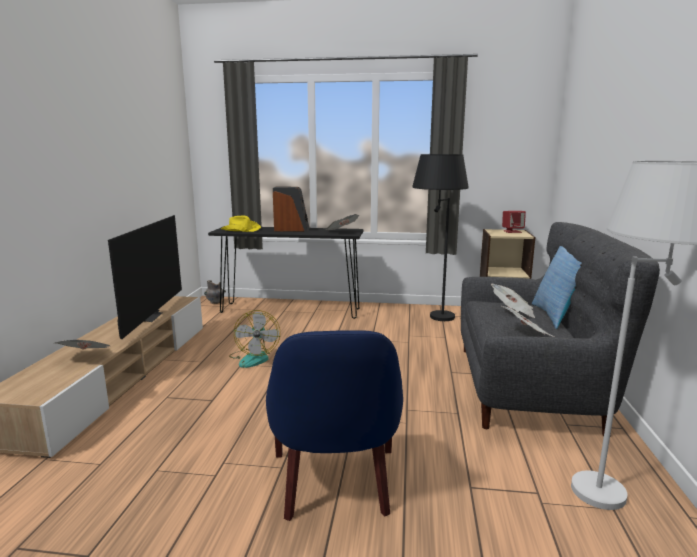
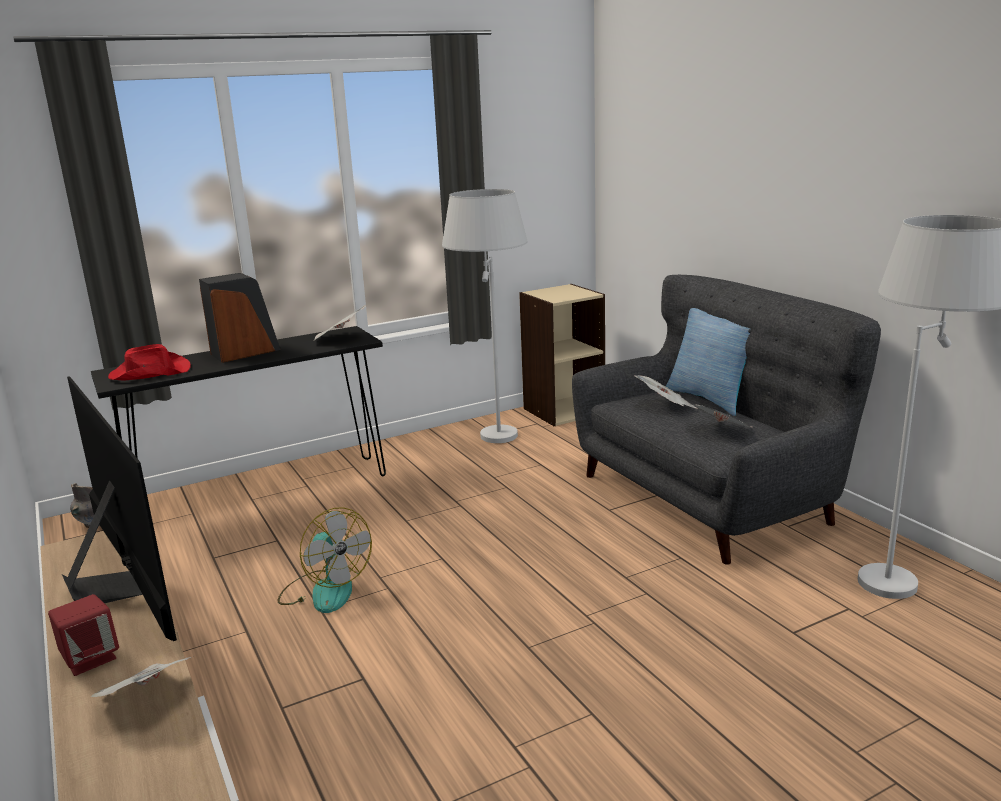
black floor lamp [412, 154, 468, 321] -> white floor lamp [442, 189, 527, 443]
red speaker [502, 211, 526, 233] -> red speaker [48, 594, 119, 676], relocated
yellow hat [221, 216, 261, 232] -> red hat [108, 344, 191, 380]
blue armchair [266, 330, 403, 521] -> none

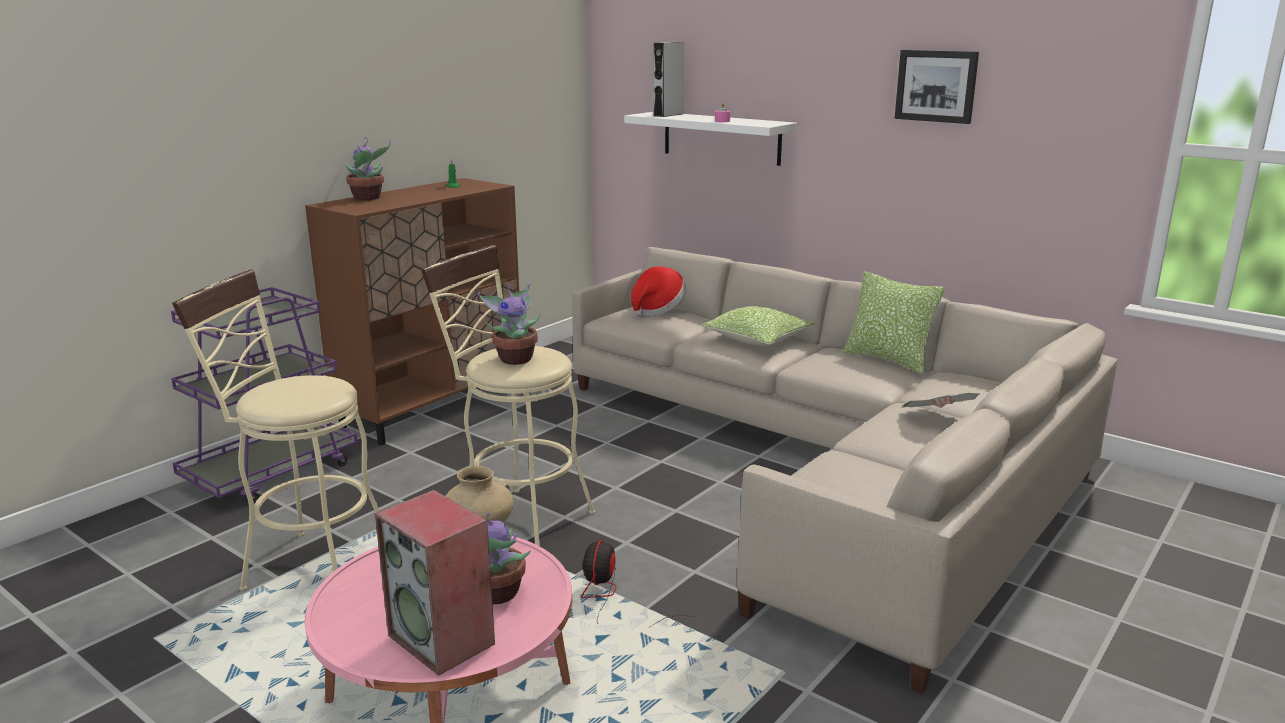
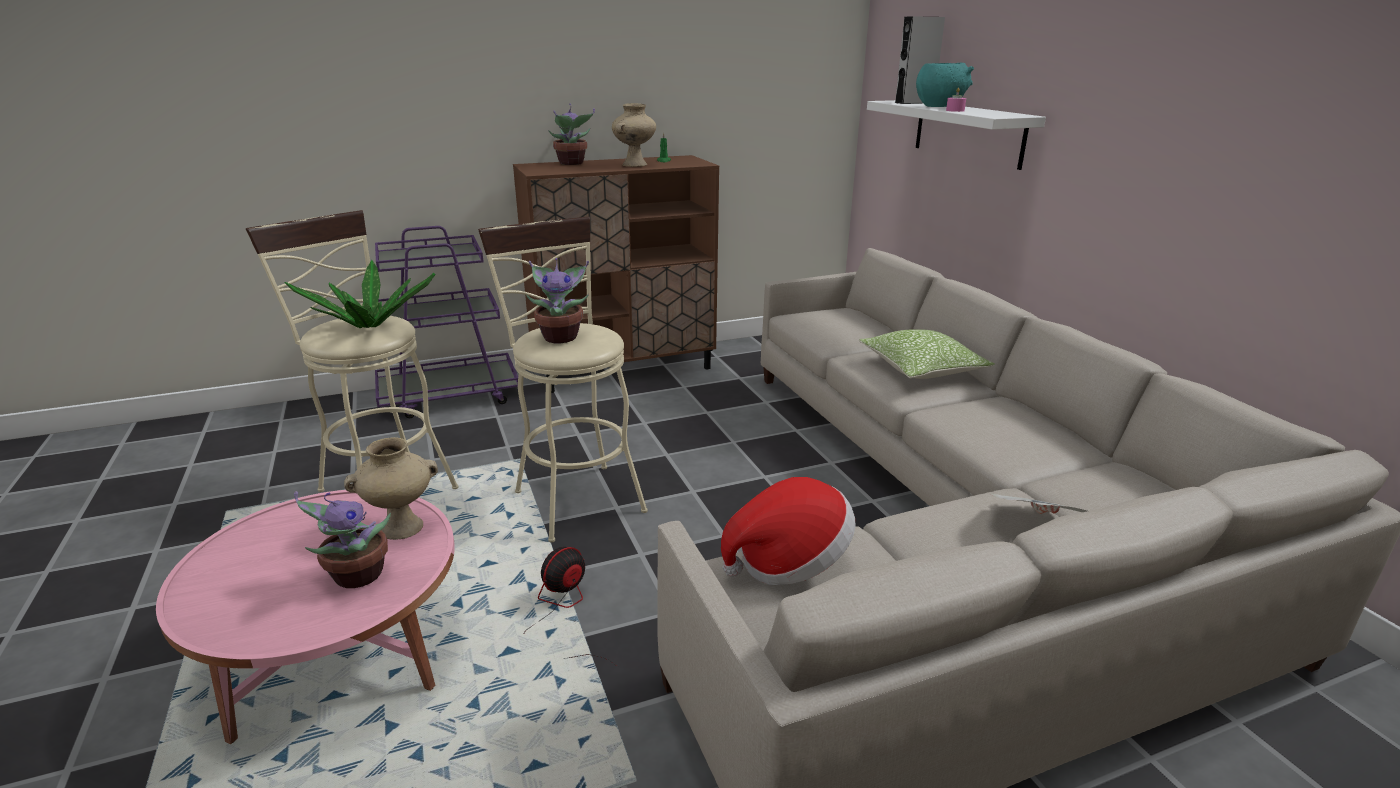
picture [895, 50, 979, 124] -> none
hat [631, 266, 687, 317] -> hat [721, 477, 855, 585], relocated
pillow [843, 271, 945, 374] -> none
speaker [375, 490, 495, 676] -> none
none -> turquoise bowl [916, 62, 974, 107]
none -> beige vase [612, 103, 656, 167]
none -> potted plant [284, 260, 436, 328]

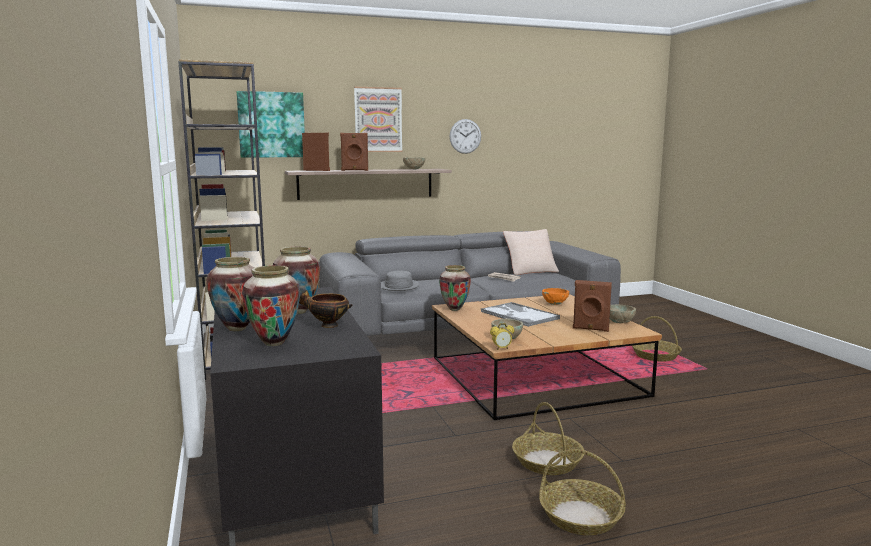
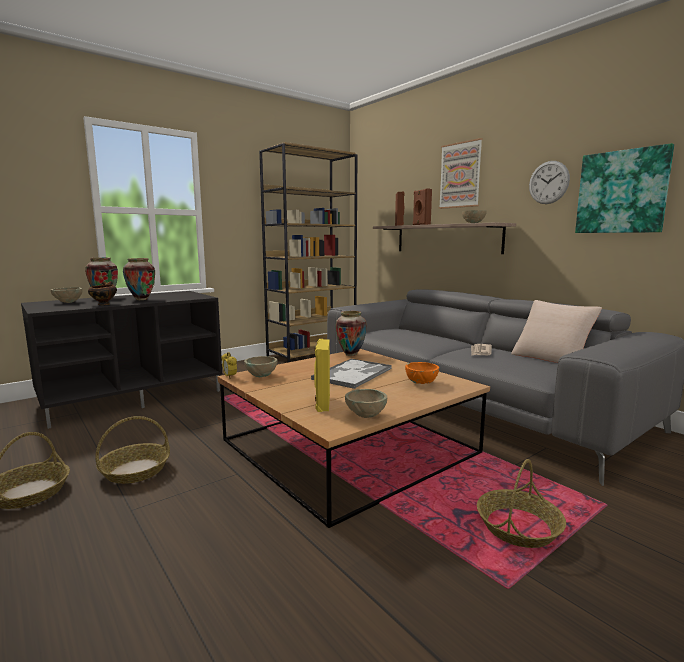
picture [237, 91, 305, 158] -> picture [575, 143, 674, 233], relocated
vase [242, 265, 300, 346] -> beige bowl [51, 287, 83, 303]
grey hat [381, 271, 420, 291] -> none
brown speaker [573, 280, 612, 332] -> yellow speaker [314, 339, 330, 412]

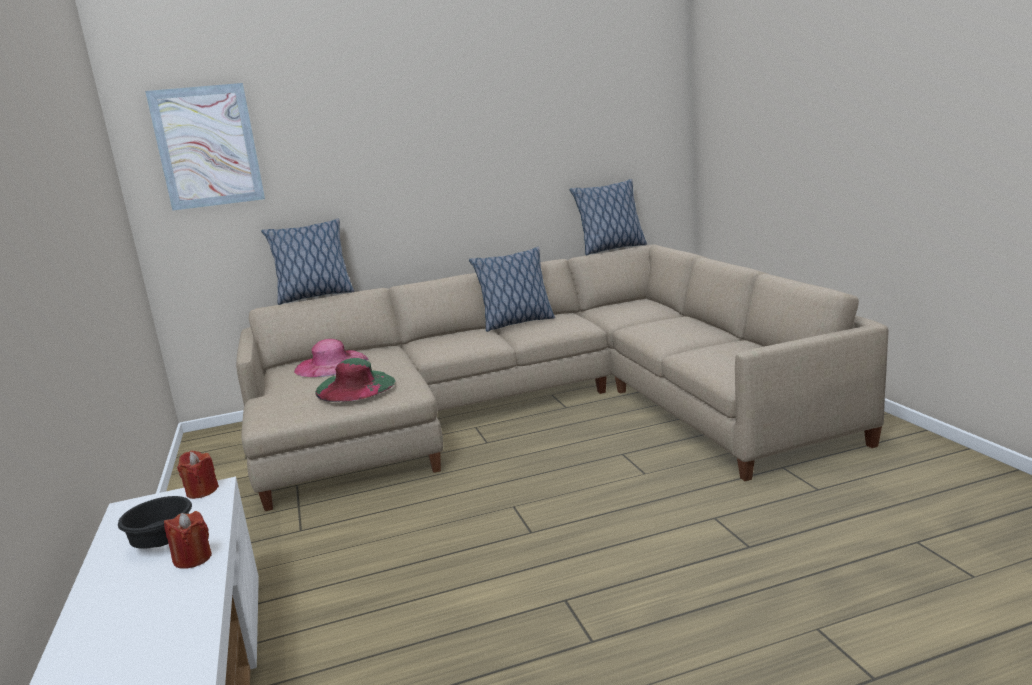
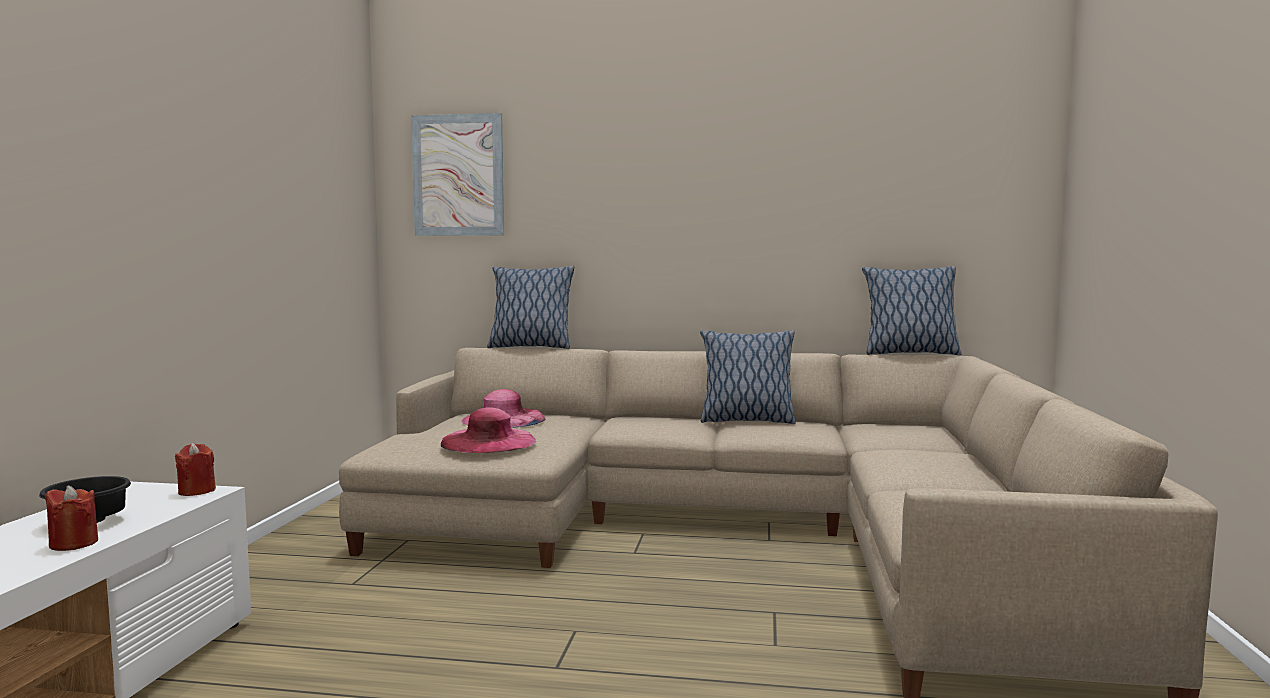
green hat [316, 358, 395, 402] -> pink hat [441, 408, 536, 453]

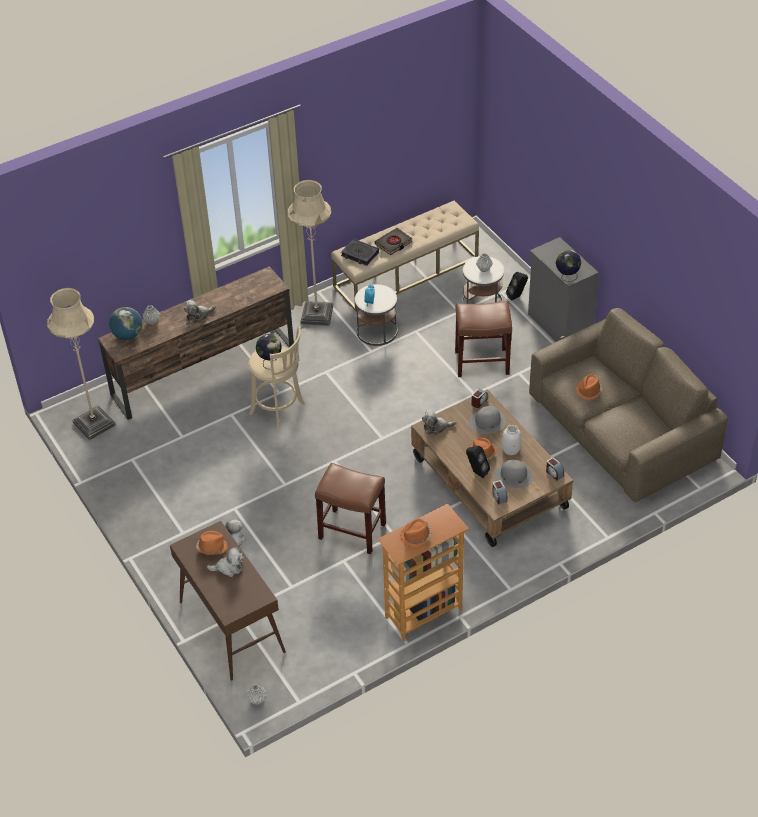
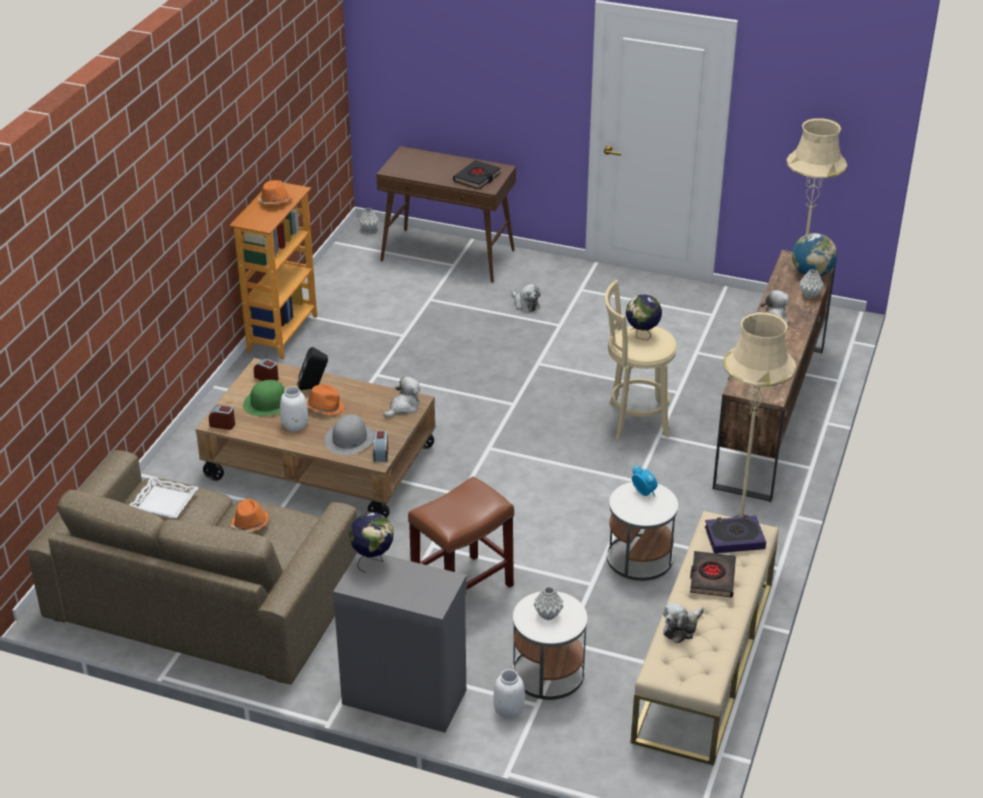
black speaker [506, 272, 528, 301] -> white vase [493, 670, 525, 719]
grey hat [495, 460, 533, 488] -> green hat [243, 380, 285, 416]
brown stool [315, 463, 386, 554] -> none
orange hat [196, 531, 228, 555] -> black book [453, 160, 501, 189]
plush toy [207, 547, 244, 577] -> plush toy [663, 603, 704, 643], relocated
none -> white tray [130, 477, 199, 518]

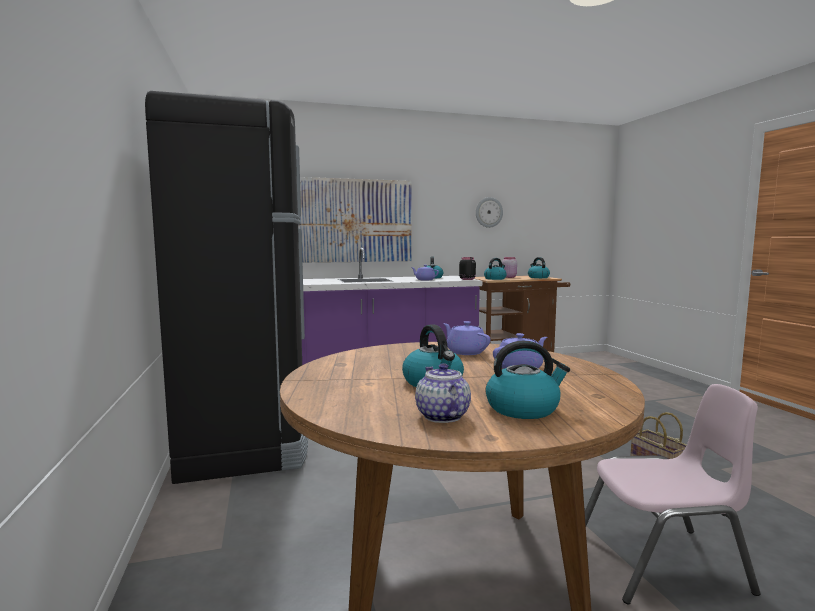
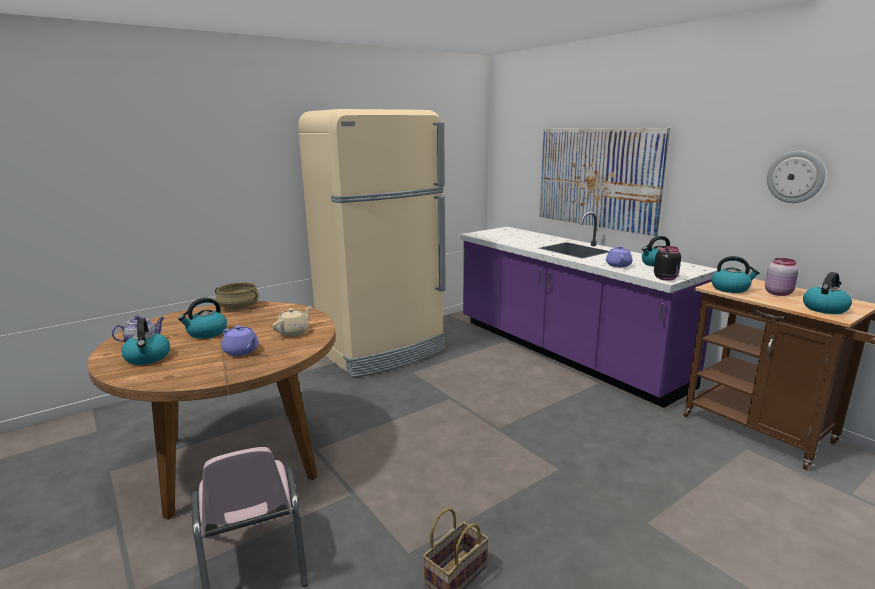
black fridge [145, 91, 308, 484] -> beige fridge [298, 109, 446, 378]
purple teapot [443, 321, 490, 355] -> beige teapot [272, 306, 312, 336]
none -> beige cooking pot [215, 282, 259, 309]

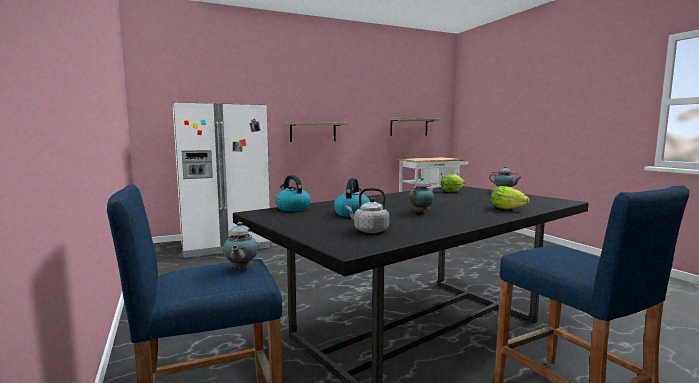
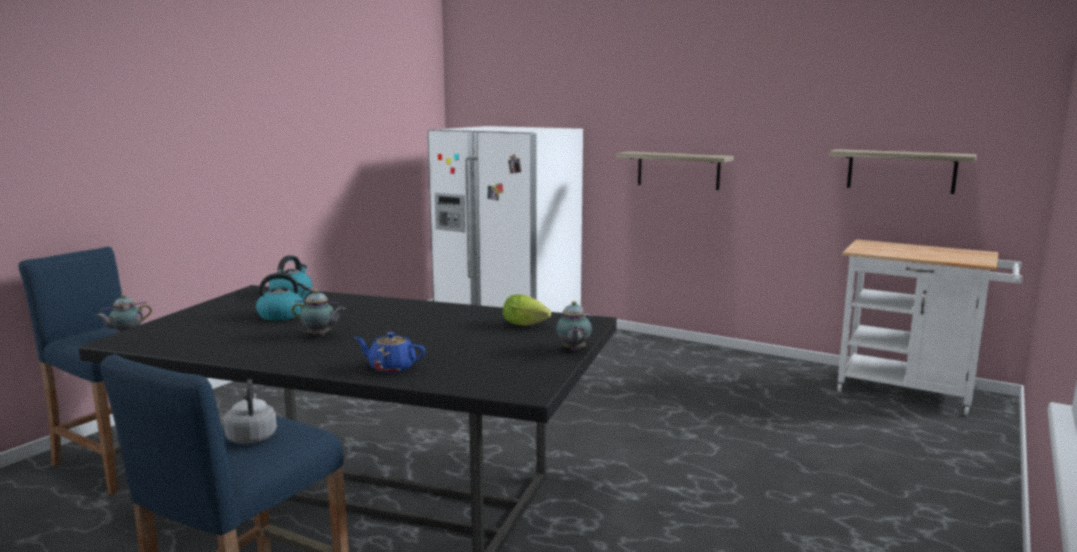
lettuce [491, 186, 530, 209] -> blue teapot [354, 332, 425, 373]
grey kettle [346, 188, 389, 233] -> grey kettle [224, 379, 277, 444], relocated

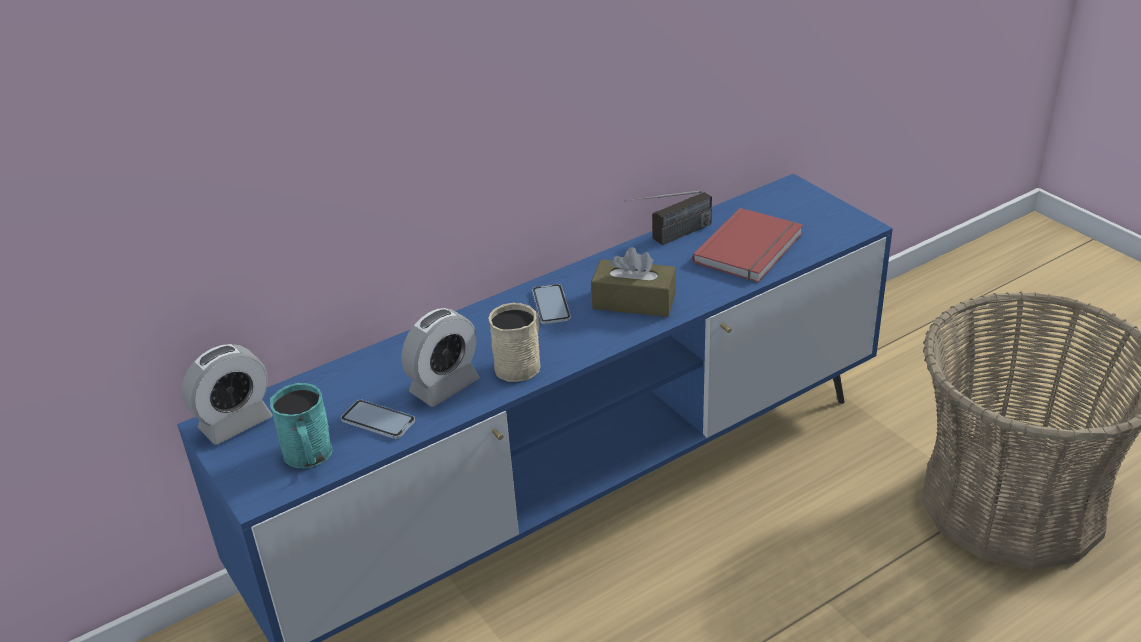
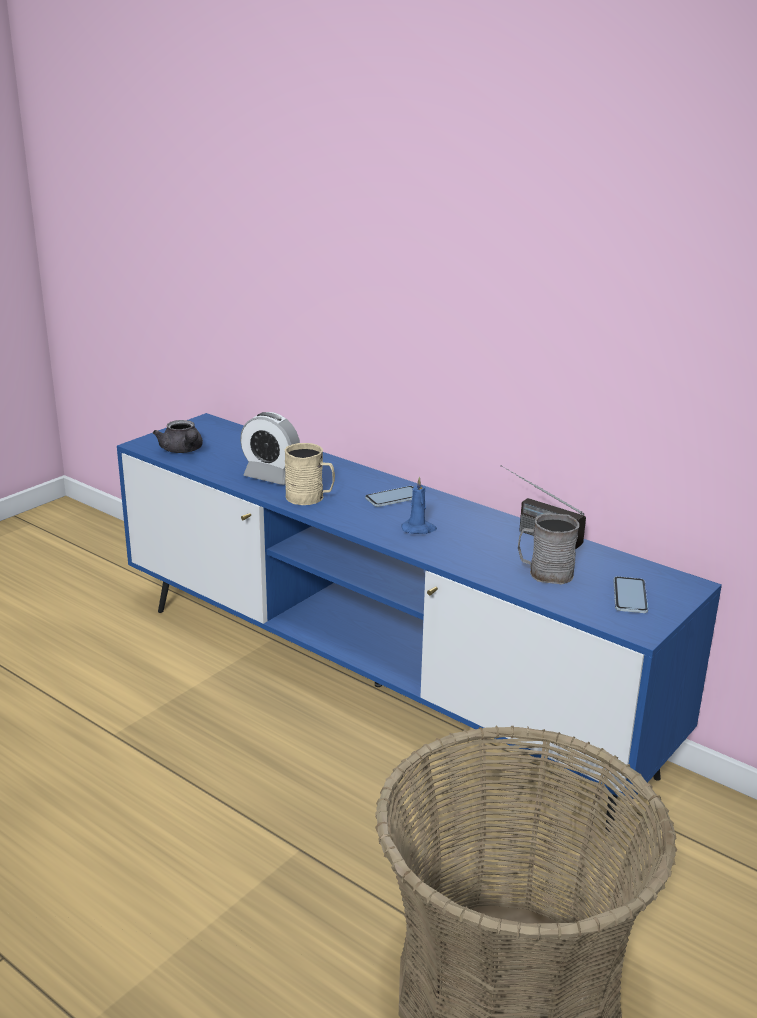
red book [692, 208, 803, 282] -> grey mug [518, 513, 580, 584]
brown tissue box [591, 247, 676, 317] -> blue candle [401, 476, 437, 534]
alarm clock [181, 344, 273, 445] -> none
turquoise mug [270, 383, 332, 468] -> grey teapot [153, 420, 203, 453]
phone [341, 400, 415, 439] -> phone [613, 576, 648, 613], relocated

